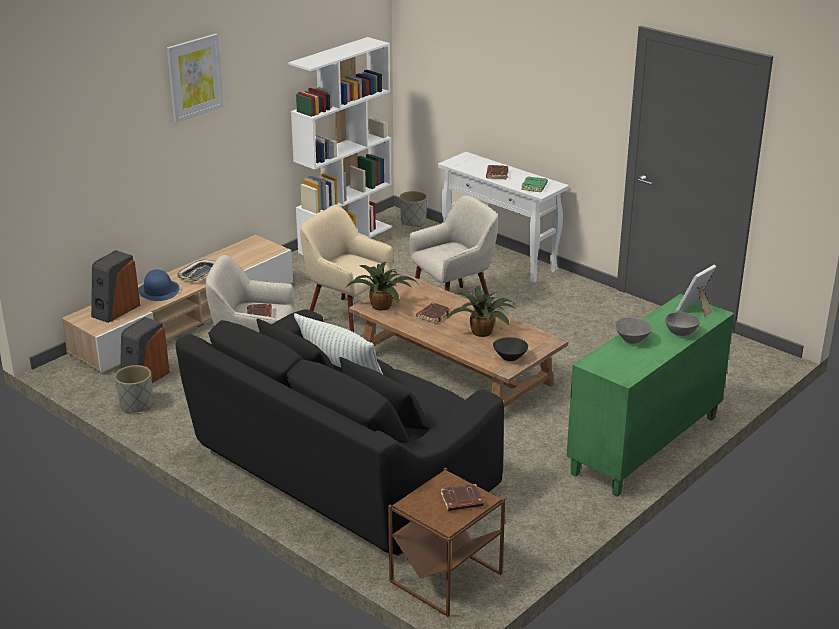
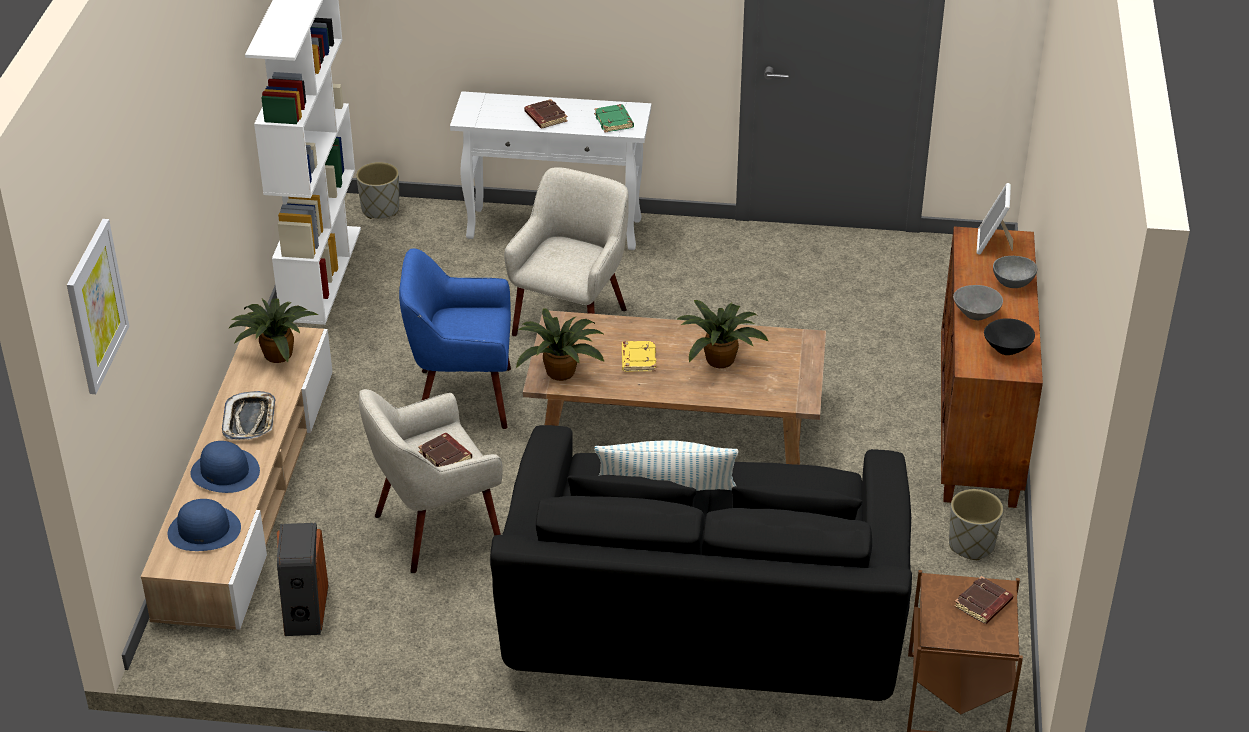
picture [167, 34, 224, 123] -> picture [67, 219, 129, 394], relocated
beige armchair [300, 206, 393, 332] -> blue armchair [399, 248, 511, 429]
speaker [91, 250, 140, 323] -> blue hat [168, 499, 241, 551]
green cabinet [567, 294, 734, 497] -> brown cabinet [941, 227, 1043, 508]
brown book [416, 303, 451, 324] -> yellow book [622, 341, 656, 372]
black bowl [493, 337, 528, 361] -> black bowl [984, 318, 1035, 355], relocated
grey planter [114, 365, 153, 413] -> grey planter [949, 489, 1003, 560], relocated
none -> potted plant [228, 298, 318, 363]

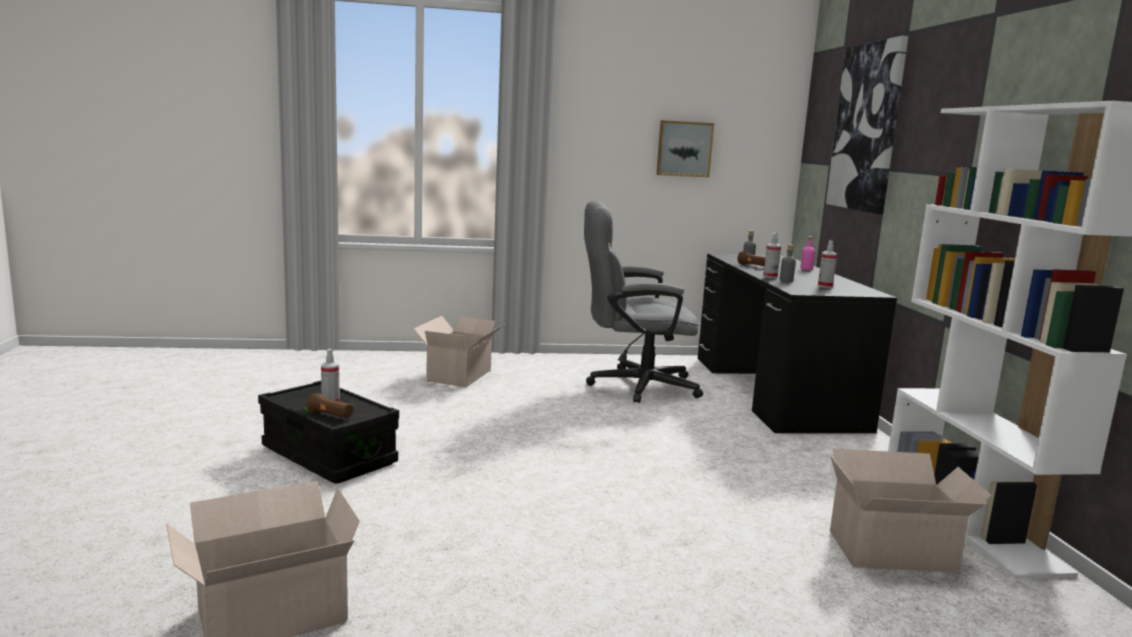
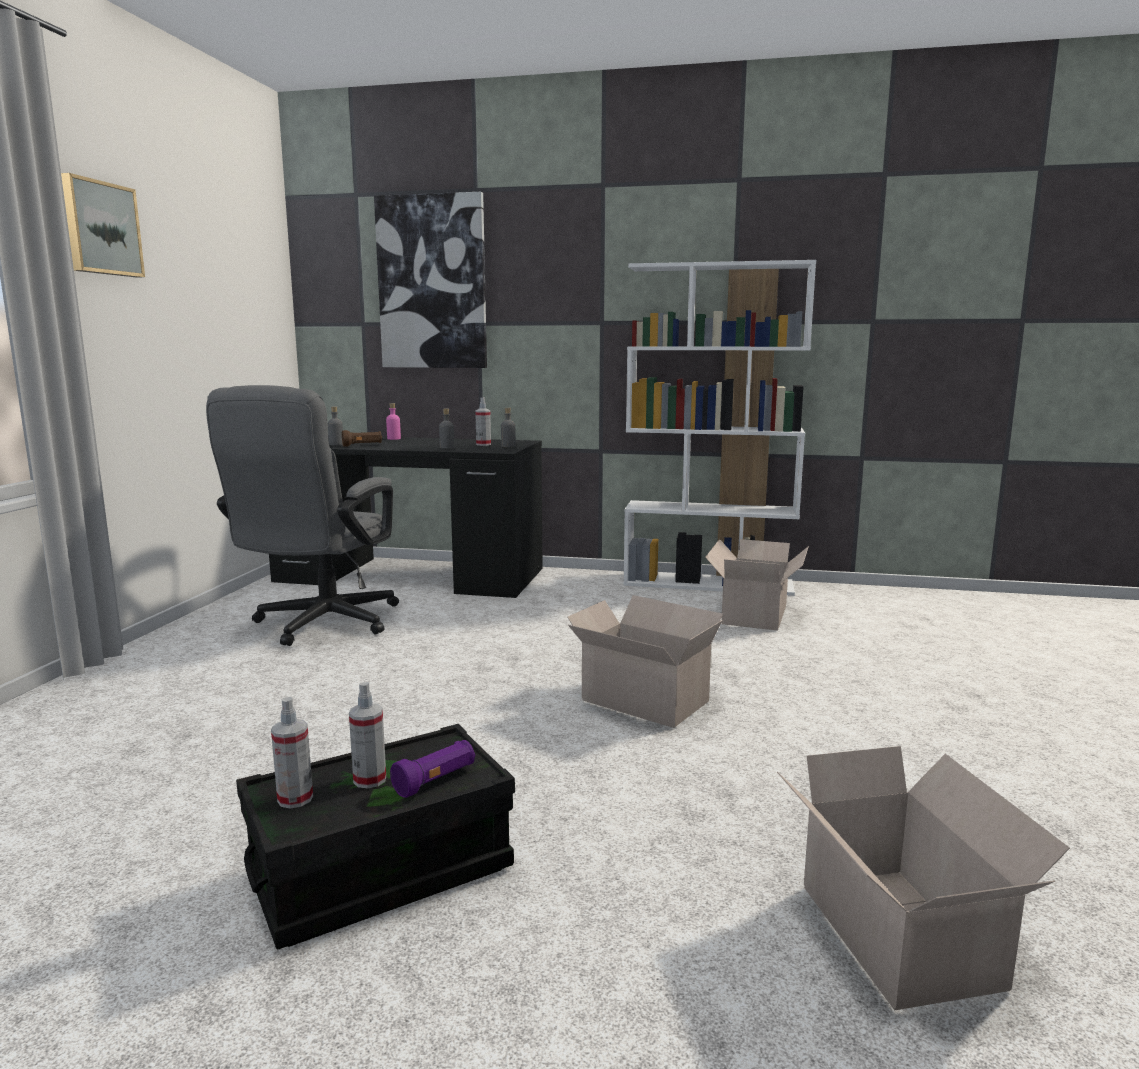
picture [656, 120, 714, 177] -> picture [61, 173, 145, 277], relocated
spray bottle [763, 233, 781, 278] -> spray bottle [271, 697, 313, 808], relocated
cardboard box [414, 316, 505, 387] -> cardboard box [567, 595, 723, 728], relocated
brown flashlight [307, 393, 353, 418] -> purple flashlight [390, 740, 475, 798]
none -> grey bottle [501, 408, 516, 447]

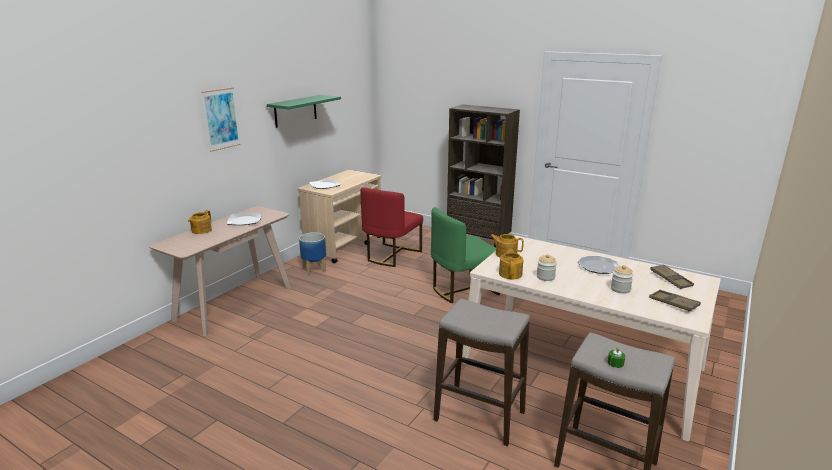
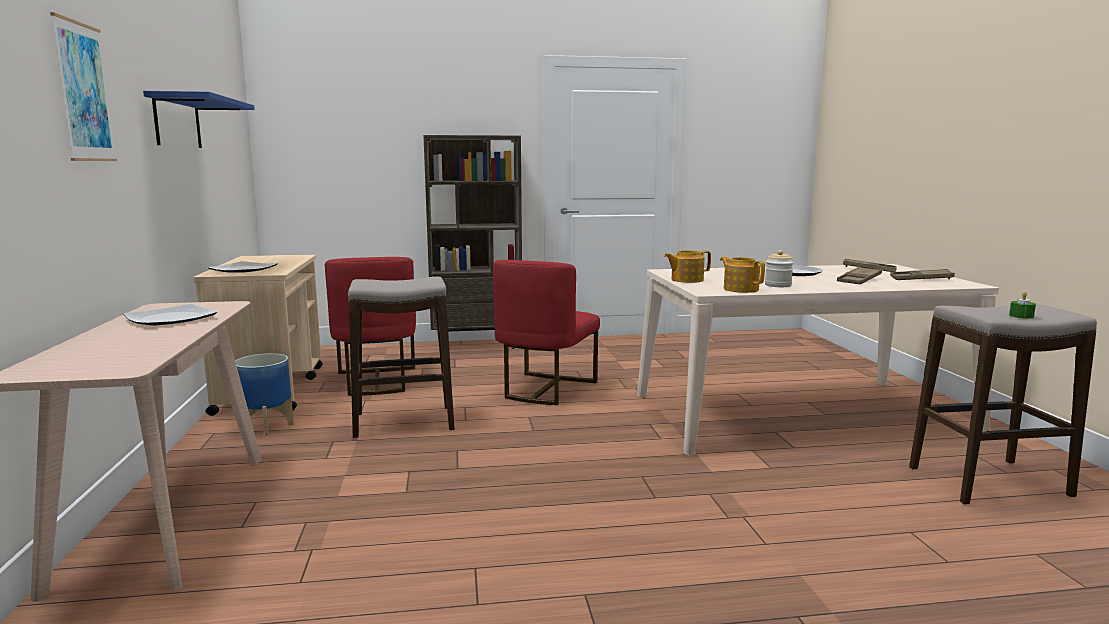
green shelf [267, 95, 341, 128] -> blue shelf [143, 91, 255, 148]
green chair [431, 207, 500, 303] -> red chair [493, 260, 600, 405]
teapot [188, 210, 212, 234] -> none
jar [611, 265, 633, 293] -> brown tray [837, 267, 882, 284]
stool [434, 299, 530, 446] -> stool [348, 277, 455, 438], relocated

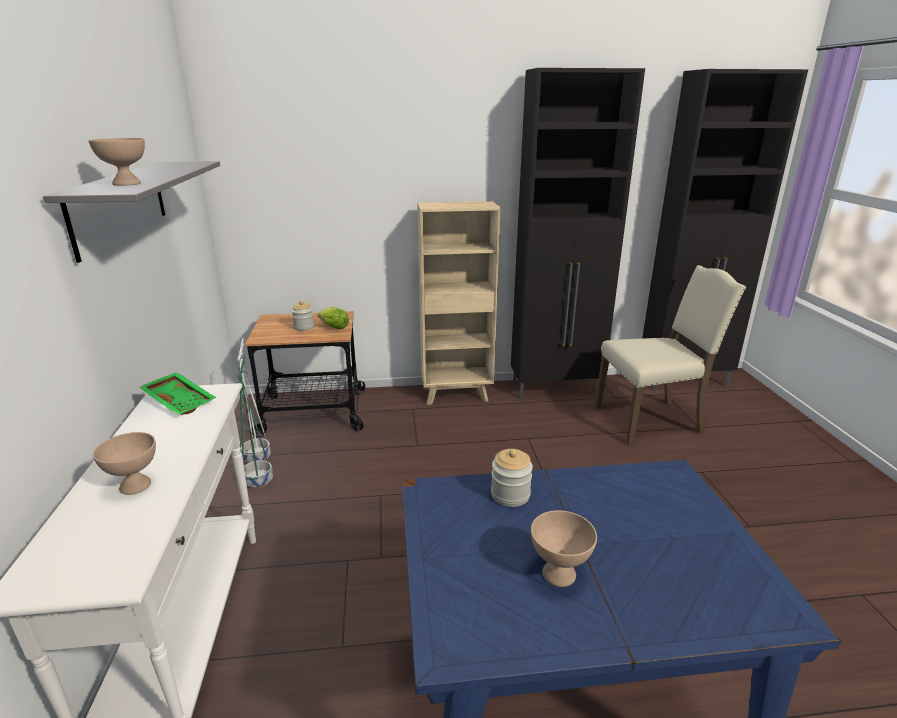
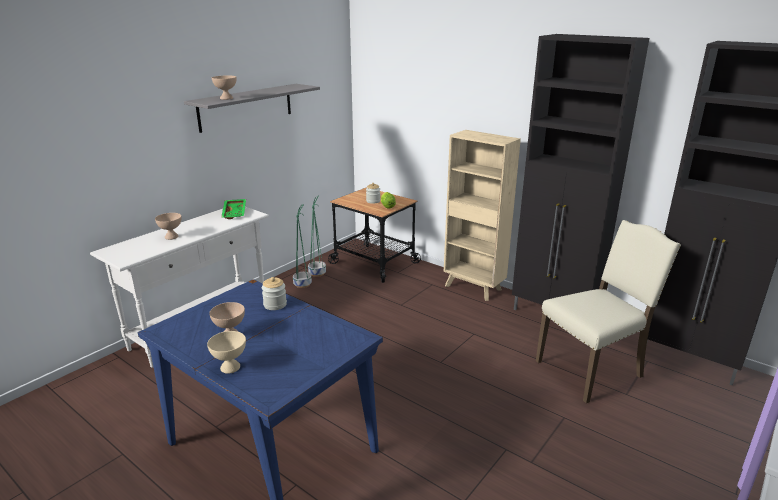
beige chair [595, 265, 746, 445] -> beige chair [536, 220, 681, 403], 60 degrees counterclockwise
white planter [237, 338, 271, 463] -> green planter [308, 196, 326, 277]
none -> beige bowl [207, 331, 246, 374]

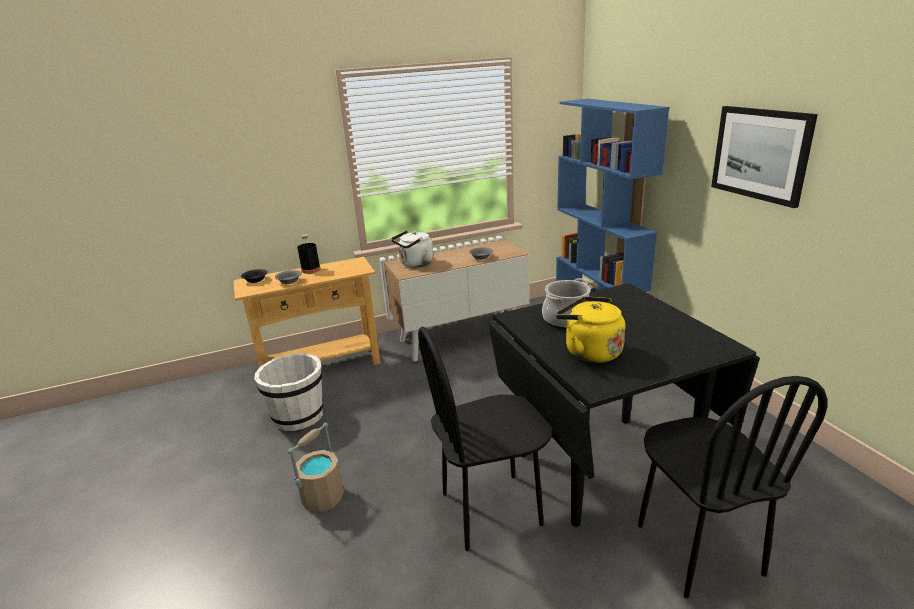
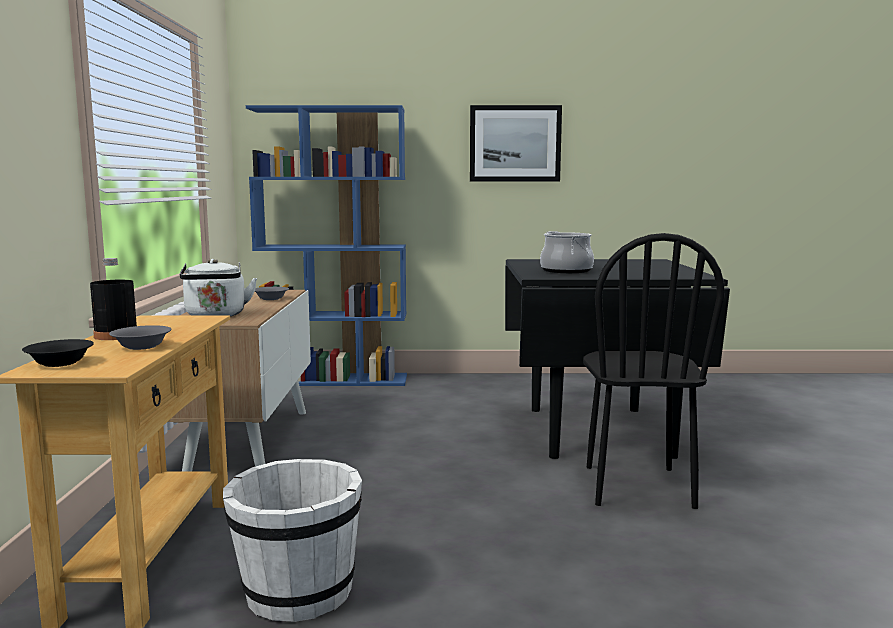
yellow kettle [556, 297, 625, 363] -> none
black chair [638, 376, 827, 598] -> none
beige bucket [288, 423, 344, 511] -> none

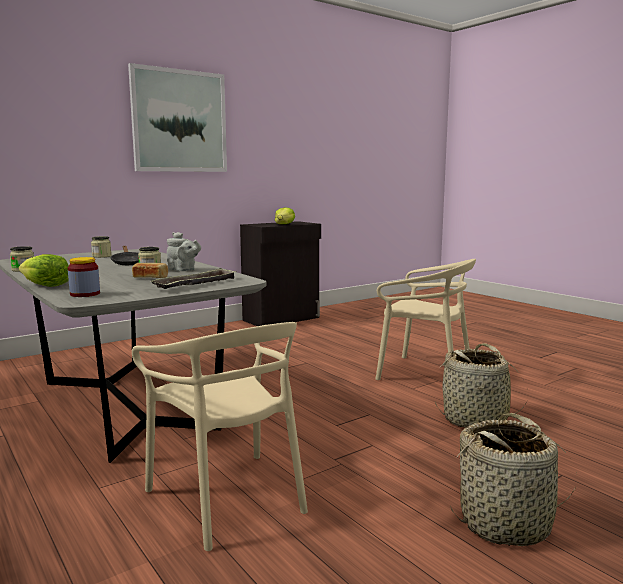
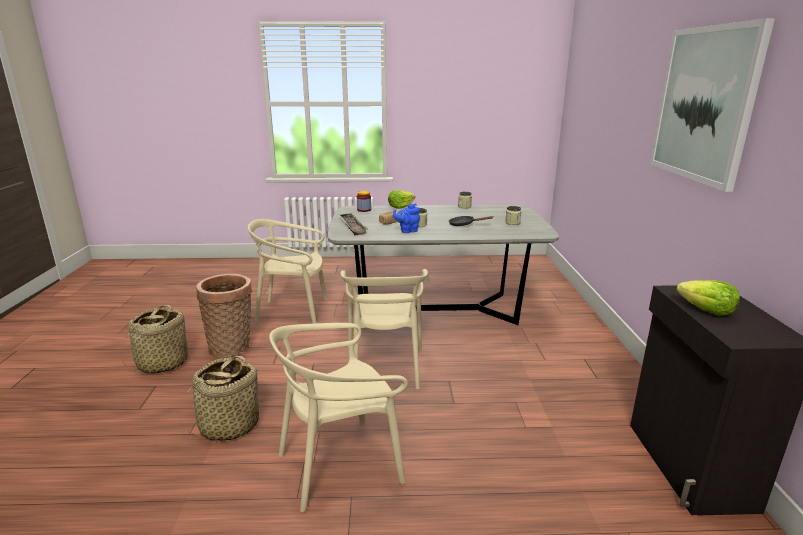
grey teapot [167, 232, 201, 271] -> blue teapot [393, 204, 420, 233]
none -> beige chair [341, 269, 428, 389]
none -> basket [197, 274, 252, 358]

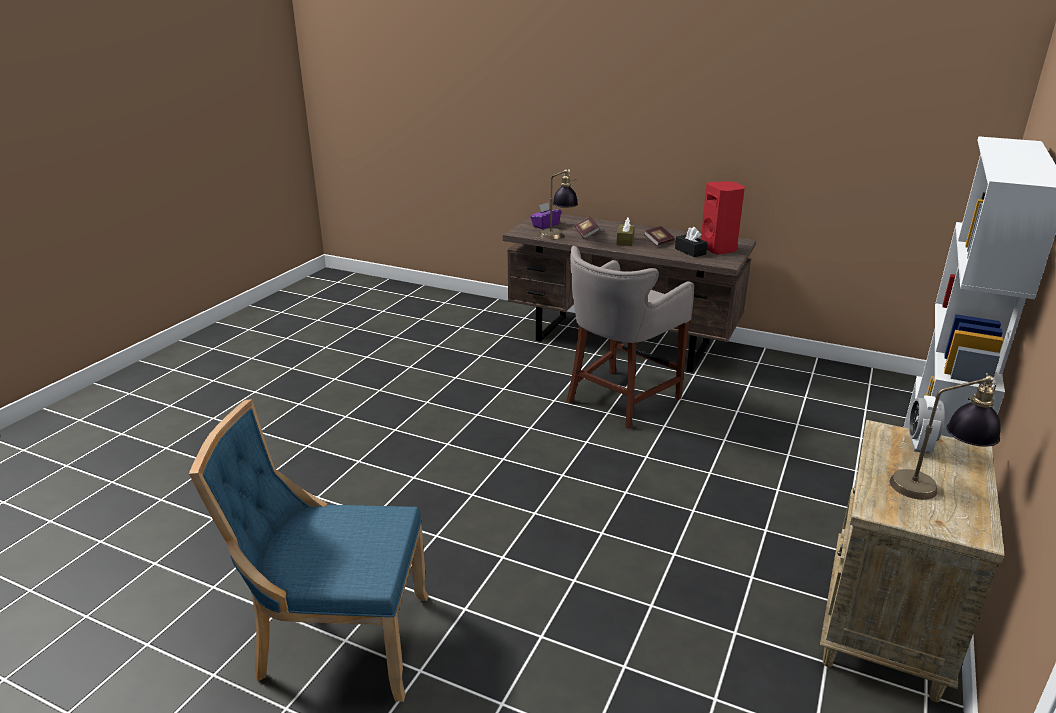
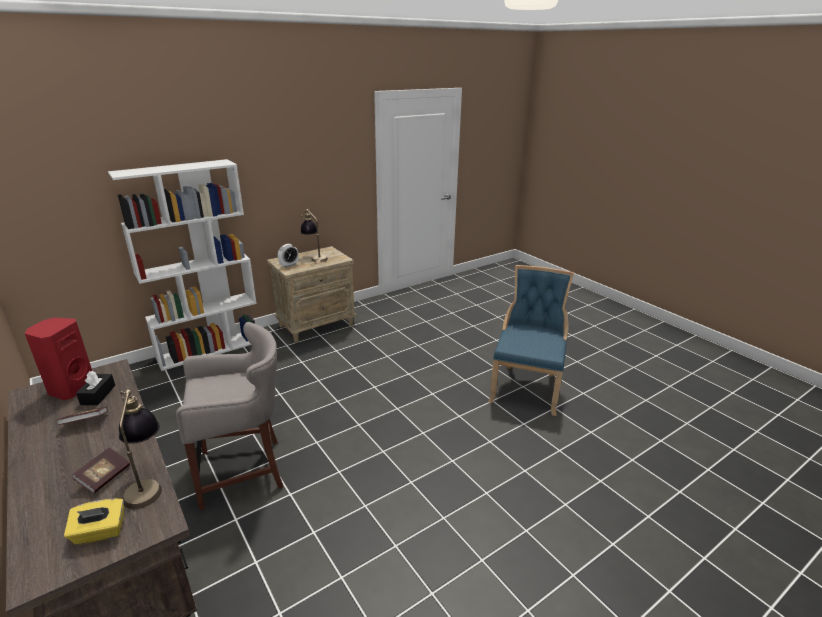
purple tissue box [530, 203, 561, 229] -> yellow tissue box [64, 498, 124, 545]
brown tissue box [617, 217, 635, 246] -> none
blue chair [189, 399, 428, 702] -> blue chair [488, 265, 574, 416], 105 degrees counterclockwise

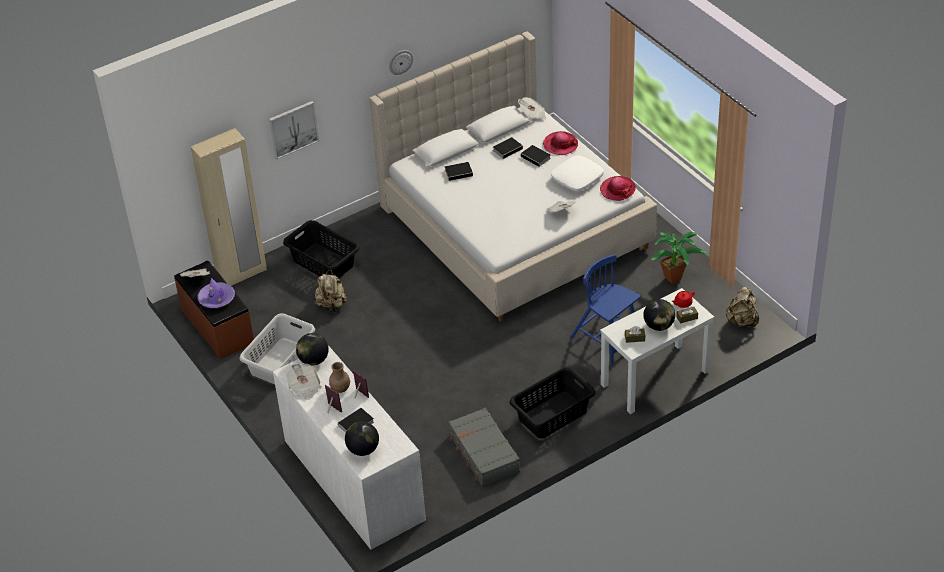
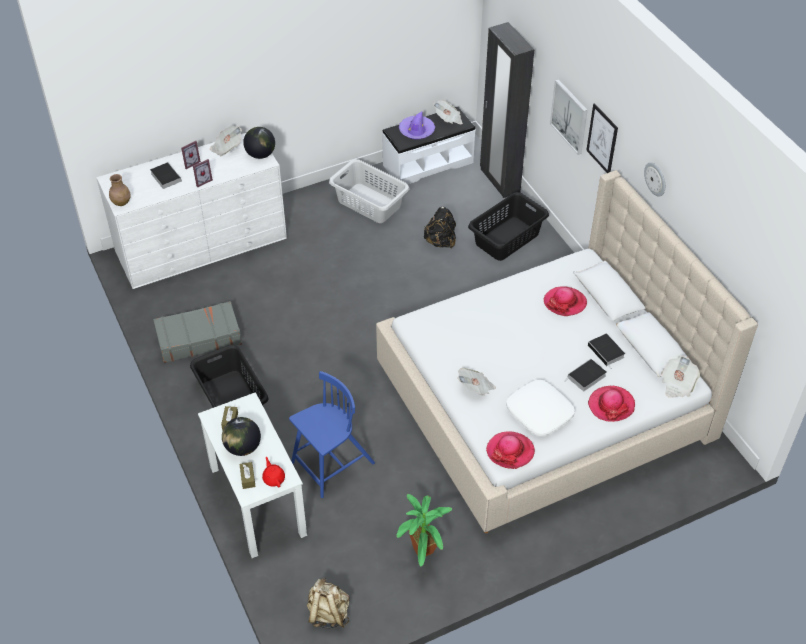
beige wardrobe [191, 128, 267, 286] -> black wardrobe [480, 22, 535, 198]
book [445, 162, 477, 181] -> hat [544, 286, 587, 316]
brown bench [174, 261, 254, 360] -> white bench [382, 106, 476, 184]
beige backpack [314, 270, 347, 312] -> black backpack [424, 207, 456, 249]
brown vase [329, 362, 350, 393] -> brown vase [109, 174, 131, 206], relocated
globe [345, 422, 379, 456] -> none
none -> picture [586, 103, 618, 173]

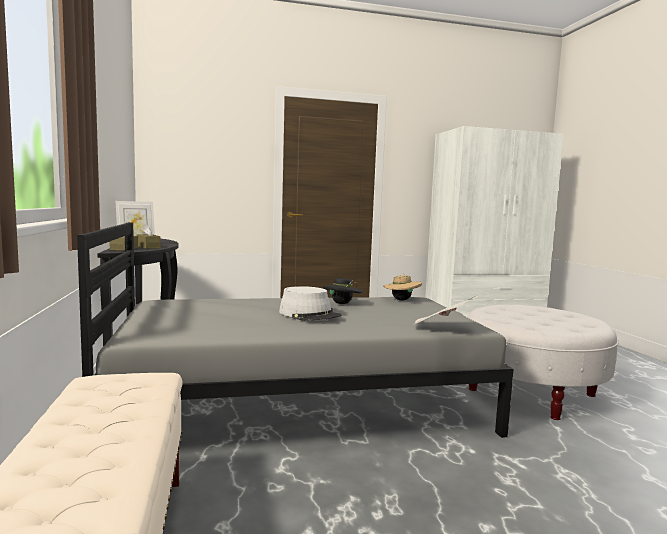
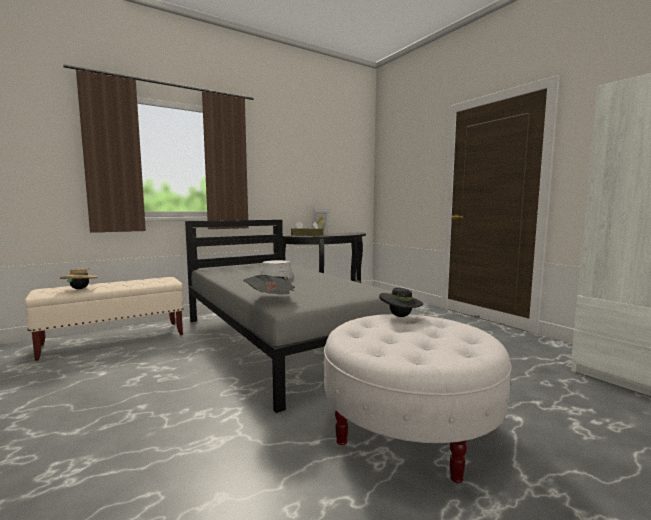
beige hat [383, 274, 422, 300] -> beige hat [60, 268, 98, 289], relocated
black hat [323, 278, 363, 304] -> black hat [379, 288, 423, 317], relocated

